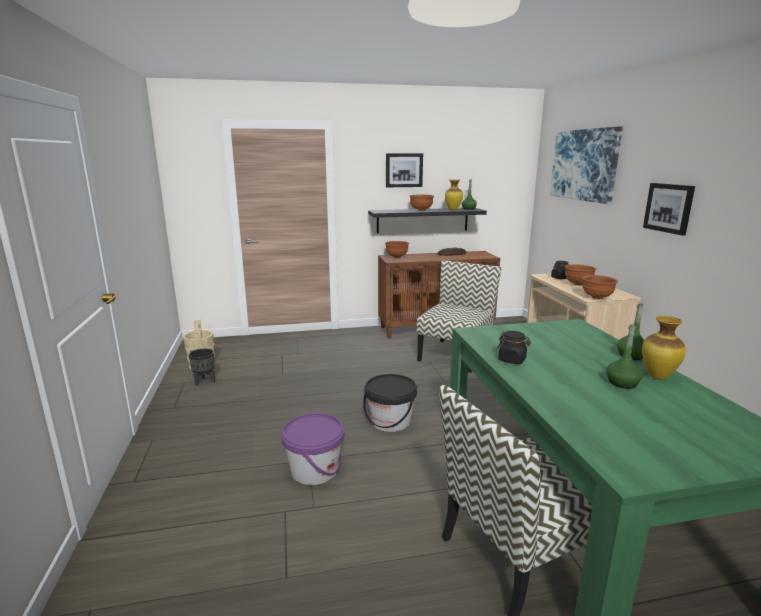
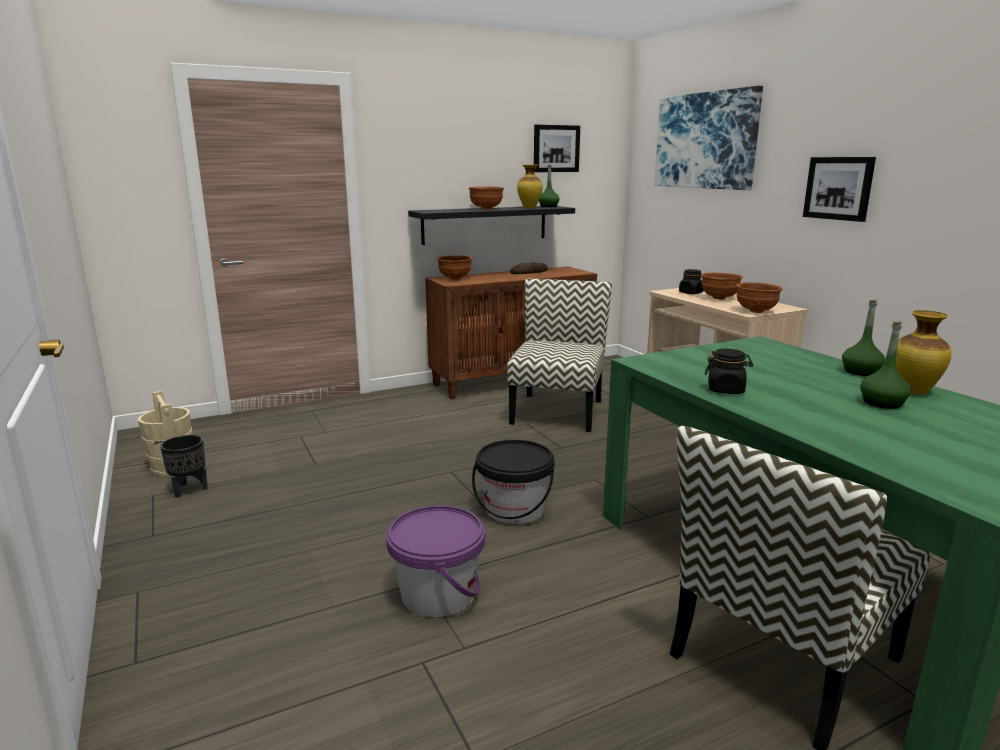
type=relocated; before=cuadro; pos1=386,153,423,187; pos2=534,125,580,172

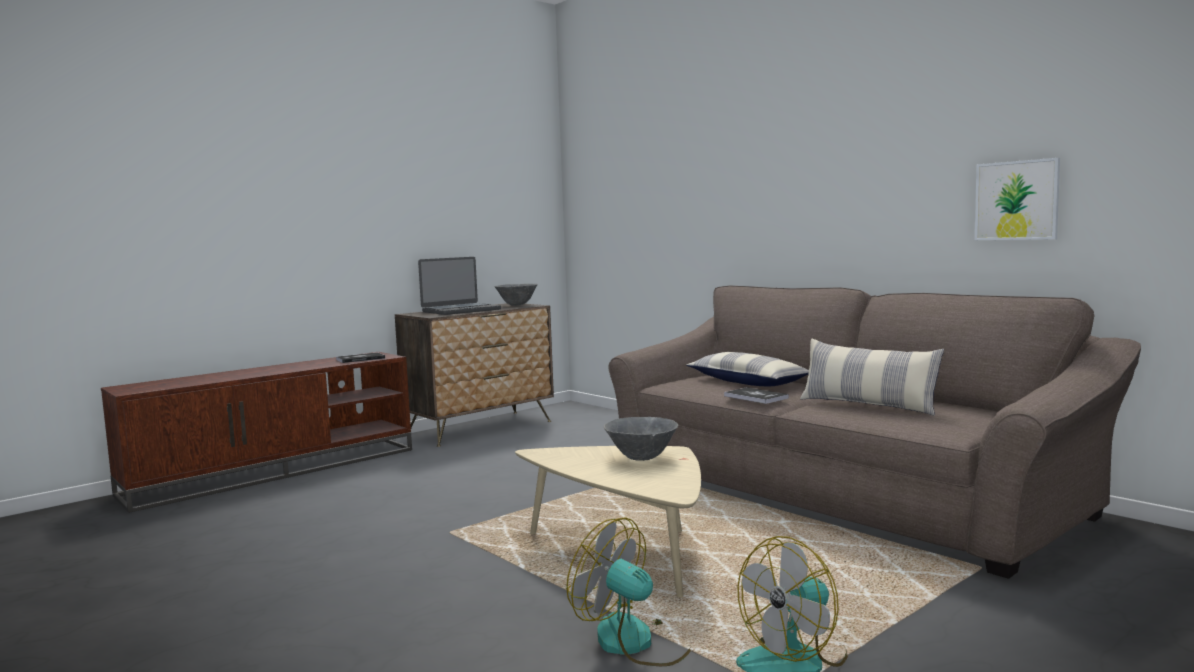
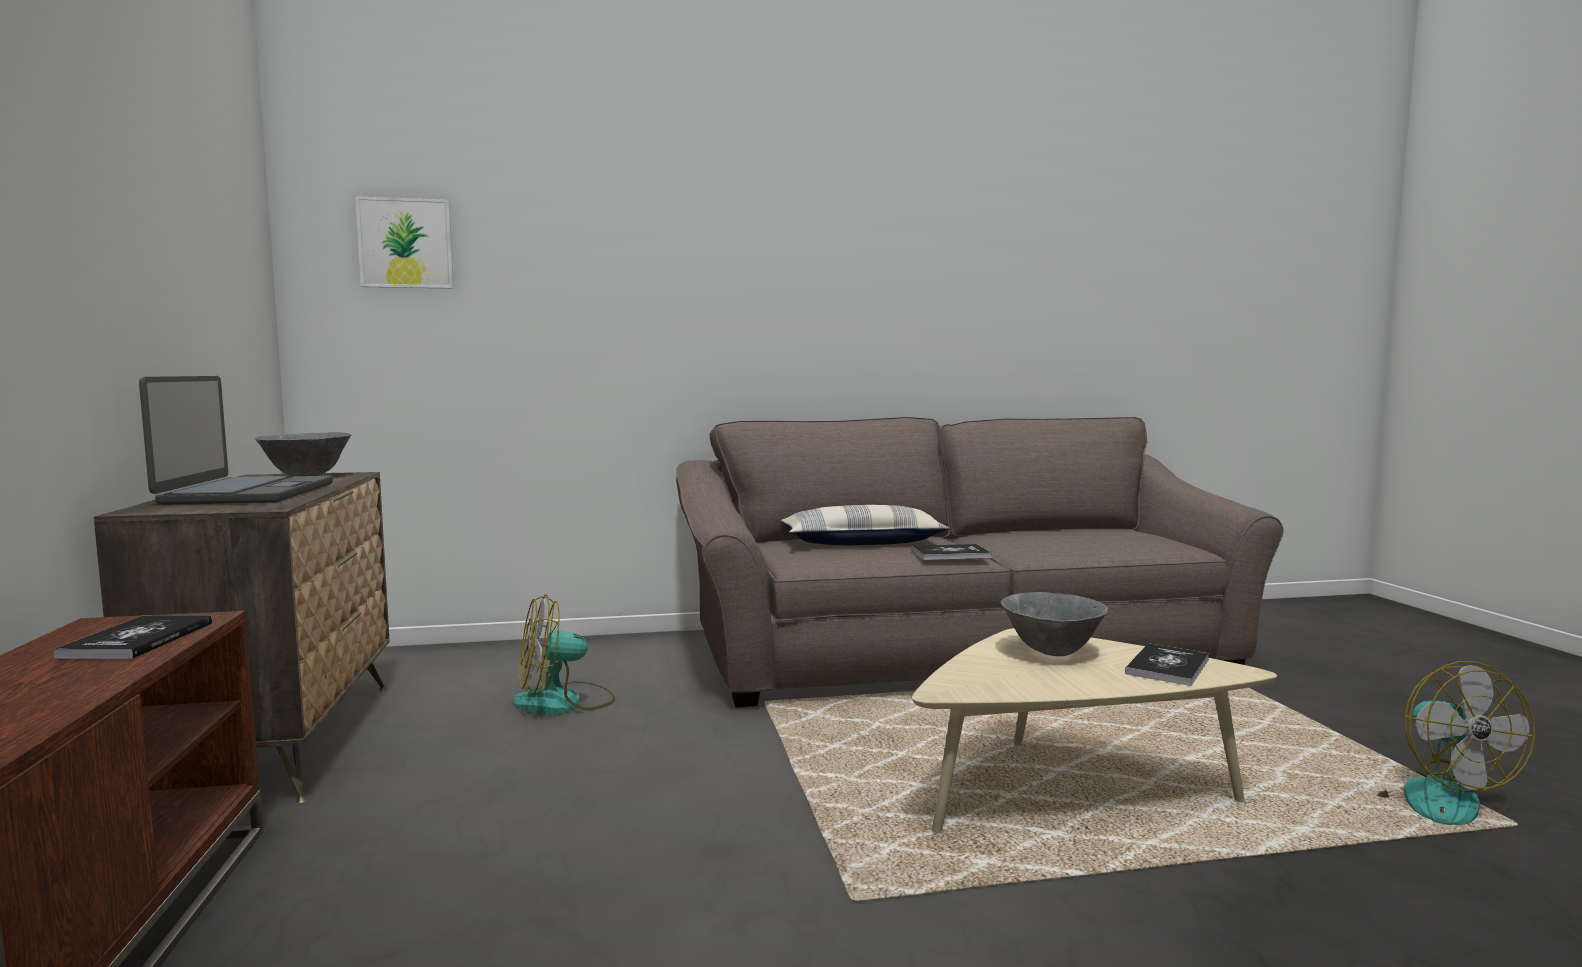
type=relocated; before=cuadro; pos1=975,158,1060,240; pos2=355,196,454,289
type=relocated; before=ventilador; pos1=566,517,691,666; pos2=513,595,616,715
type=appeared; after=libro; pos2=1125,643,1209,686
type=missing; before=cojín; pos1=800,338,944,416

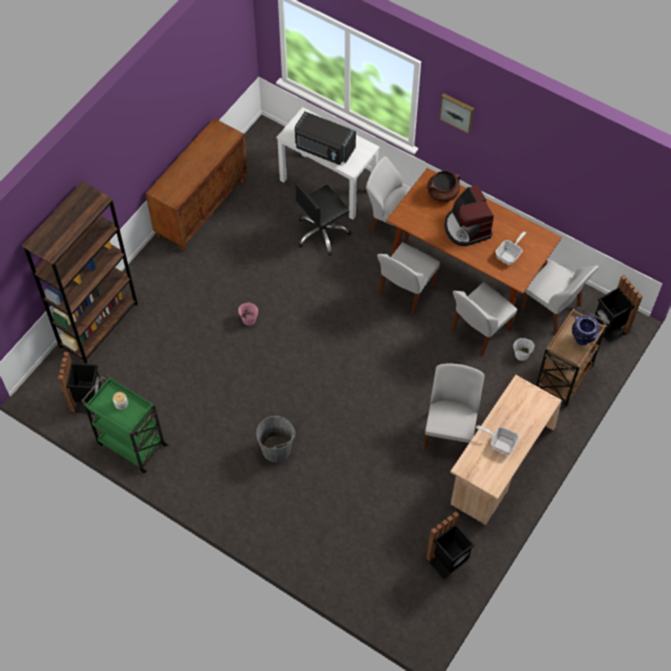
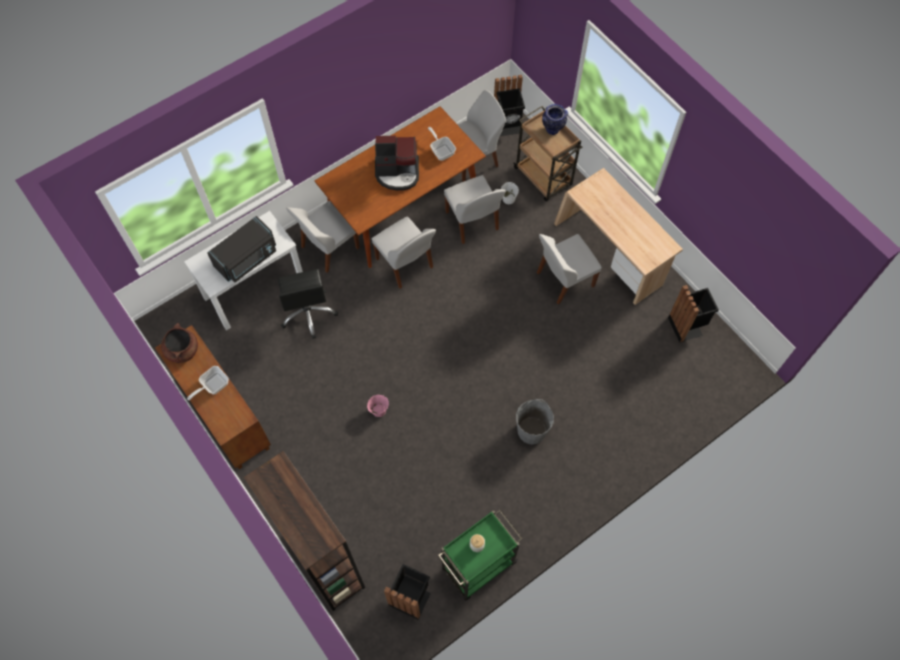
type=relocated; before=olla/marrón; pos1=427,171,460,202; pos2=161,323,198,363
type=relocated; before=sartén; pos1=476,425,519,454; pos2=187,366,229,400
type=spun; before=silla/blanco; pos1=424,363,485,450; pos2=537,234,602,304; turn=-60
type=missing; before=cuadro; pos1=439,93,474,134

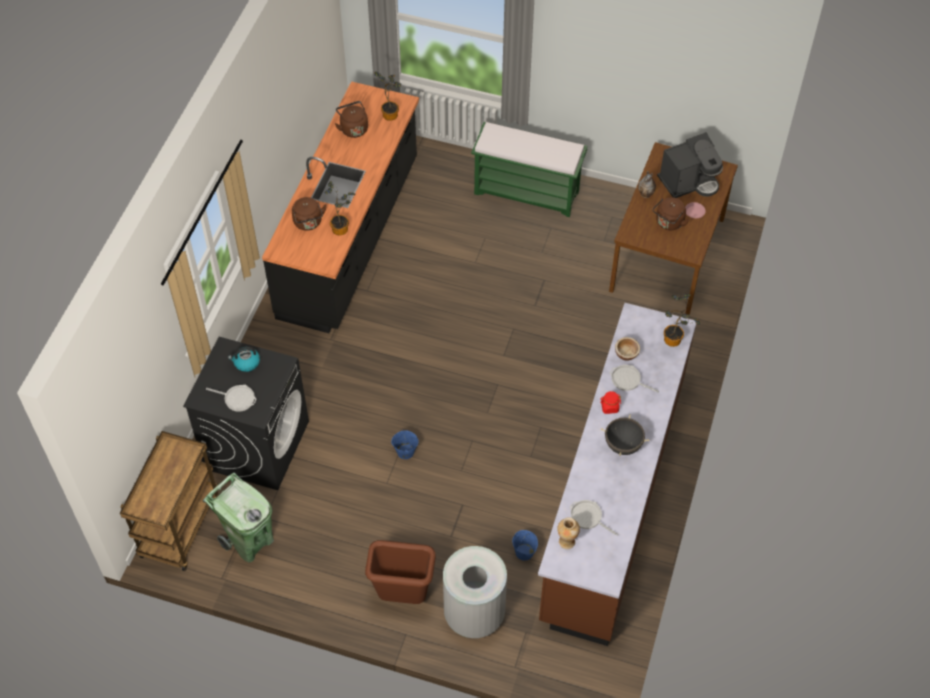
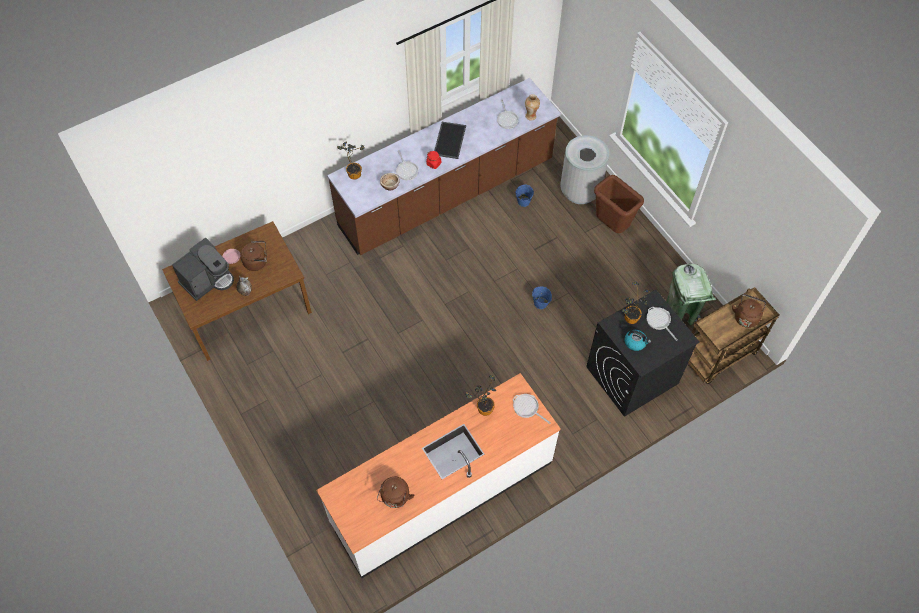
type=spun; before=cafetera; pos1=657,132,723,198; pos2=172,237,234,301; turn=120
type=colour; before=mueble bajo de cocina/negro; after=mueble bajo de cocina/blanco; pos1=262,81,419,333; pos2=316,373,561,578
type=exchanged; before=olla/negro; after=bandeja; pos1=601,414,649,456; pos2=434,122,466,159
type=appeared; after=sartén; pos2=513,394,551,424
type=relocated; before=planta en maceta; pos1=374,71,402,121; pos2=622,282,650,324
type=relocated; before=hervidor/marrón; pos1=292,197,327,231; pos2=732,294,766,328
type=missing; before=banco/verde; pos1=471,122,587,217

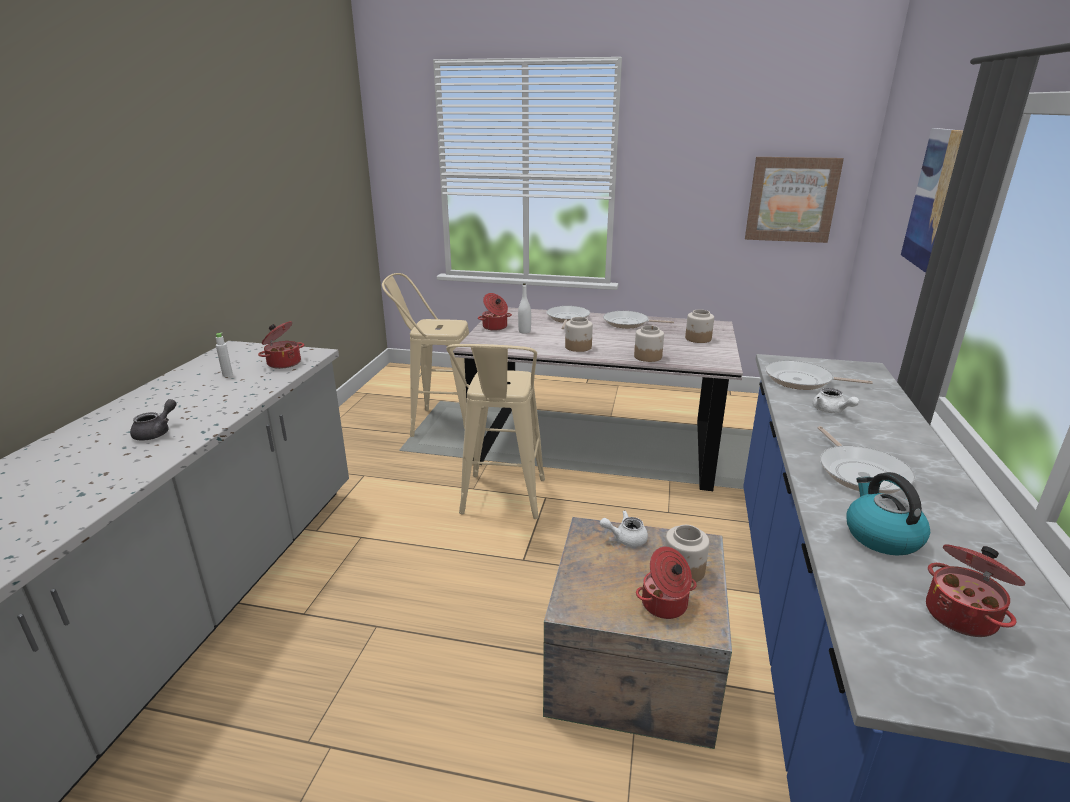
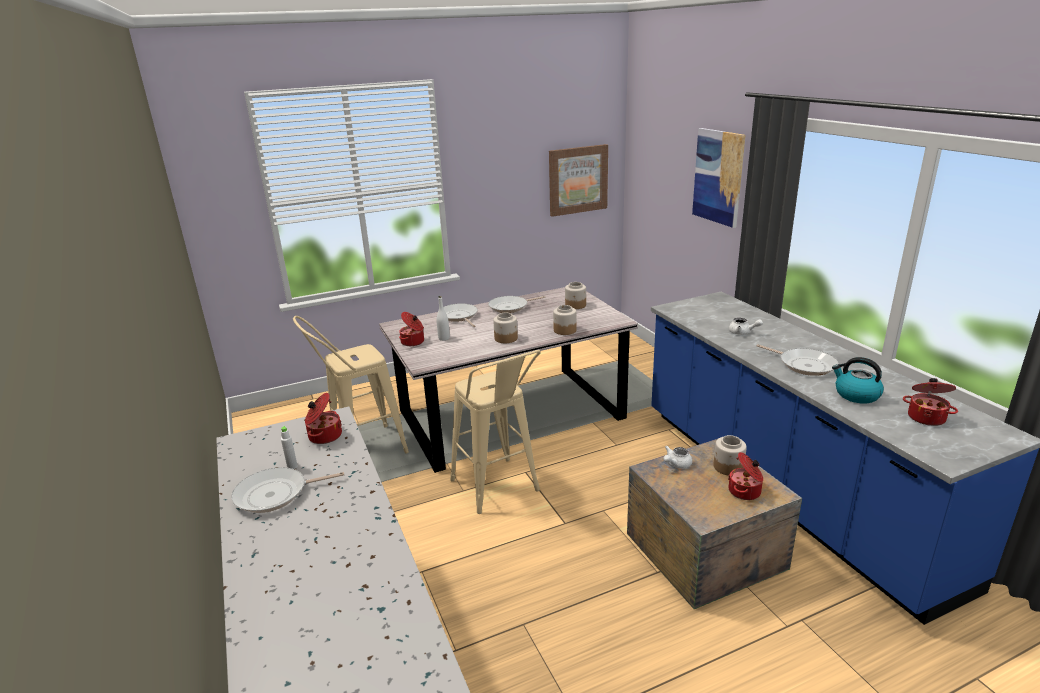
type=relocated; before=sartén; pos1=765,360,873,390; pos2=231,467,344,513
type=missing; before=tetera/gris; pos1=130,399,177,441

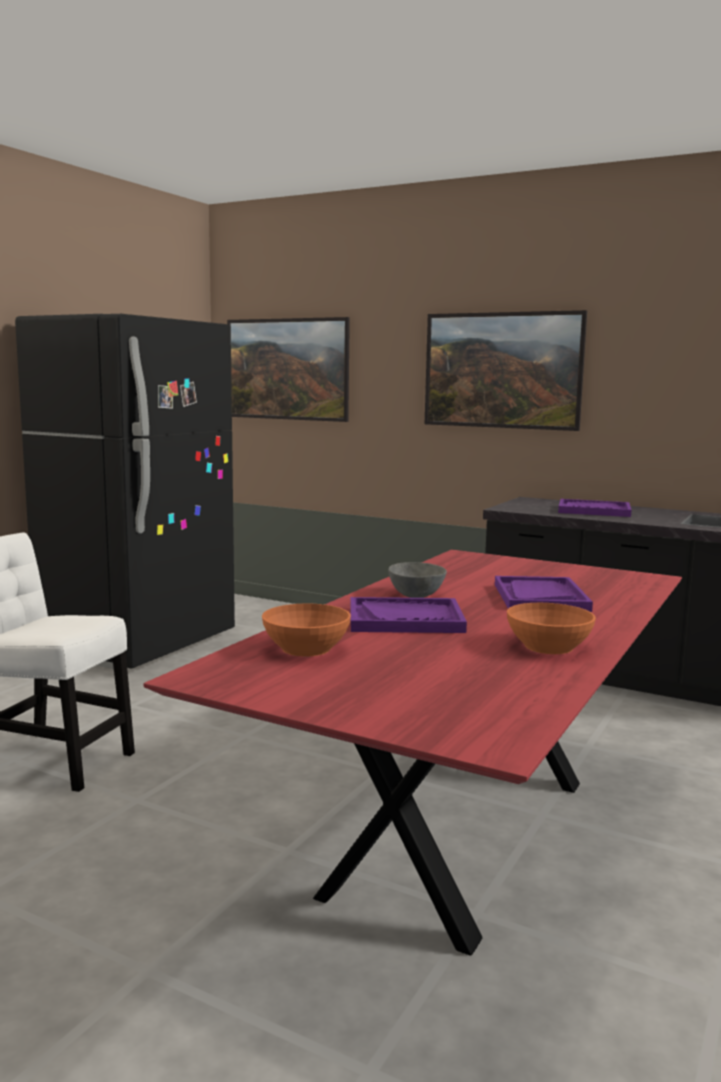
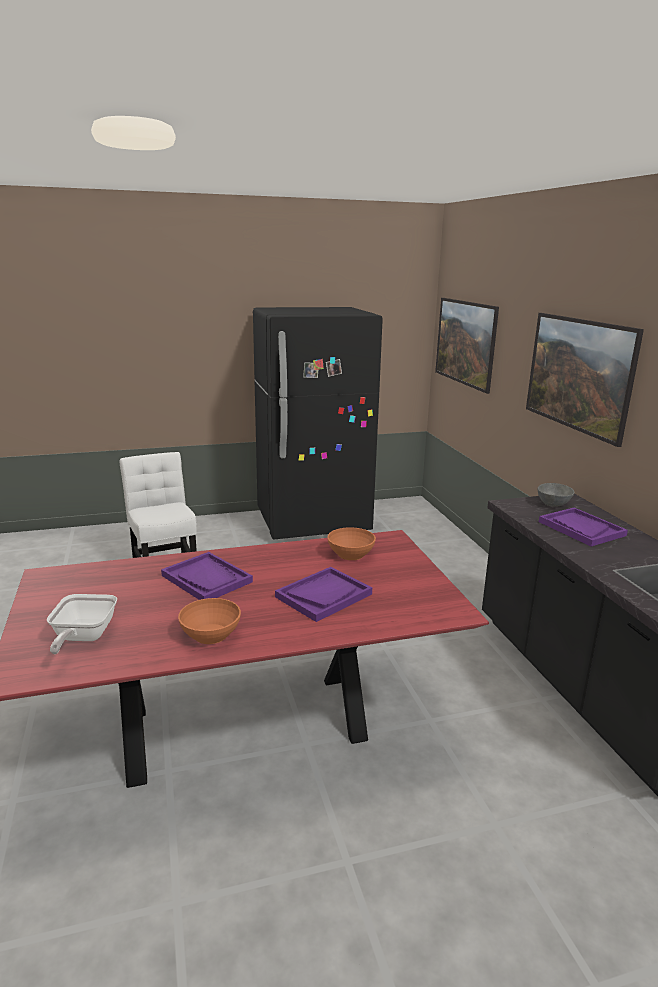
type=appeared; after=sartén; pos2=47,594,117,654
type=relocated; before=cuenco/naranja; pos1=262,604,351,656; pos2=327,527,376,560
type=relocated; before=cuenco/gris; pos1=388,562,447,598; pos2=538,483,574,507

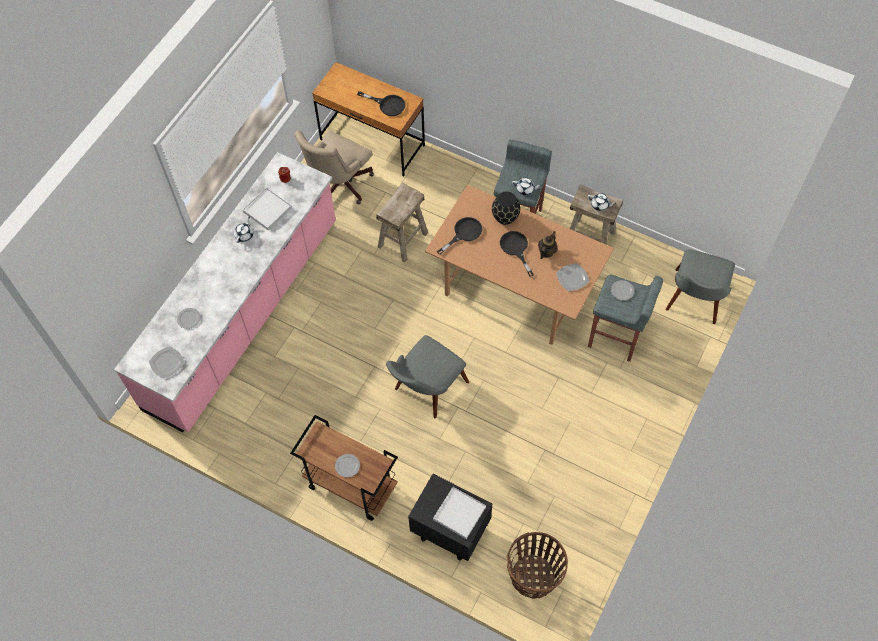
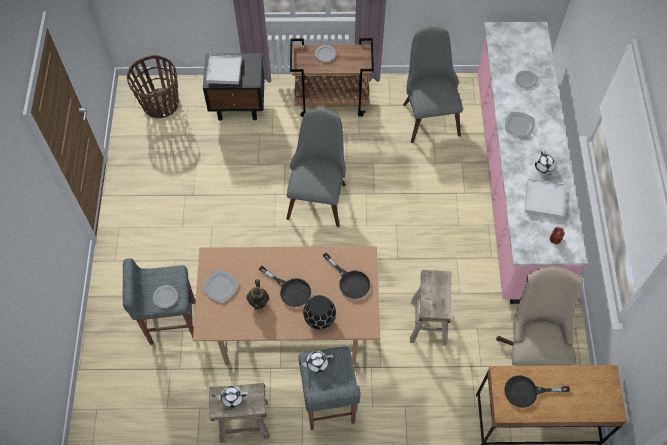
type=spun; before=sartén/negro; pos1=437,217,482,255; pos2=323,253,370,299; turn=-60
type=relocated; before=silla/gris; pos1=666,249,735,324; pos2=403,27,463,143
type=relocated; before=plato; pos1=149,346,184,379; pos2=505,112,535,137

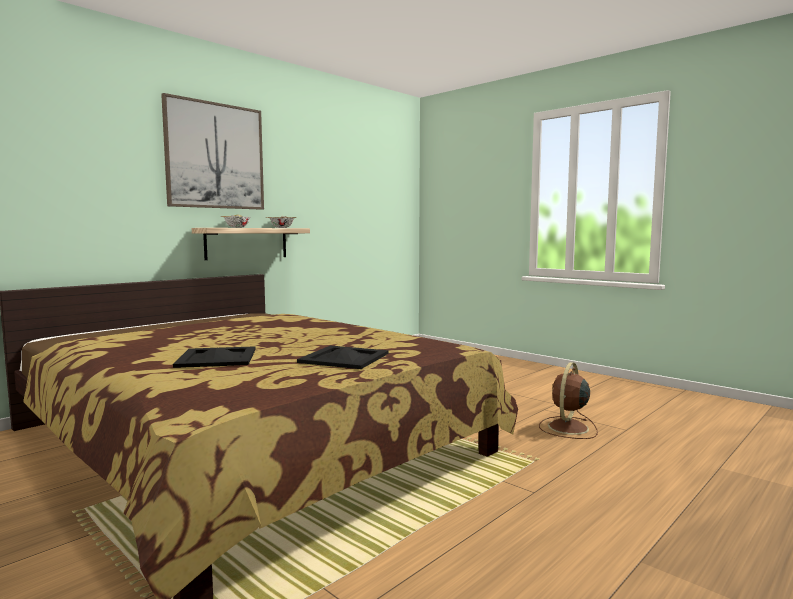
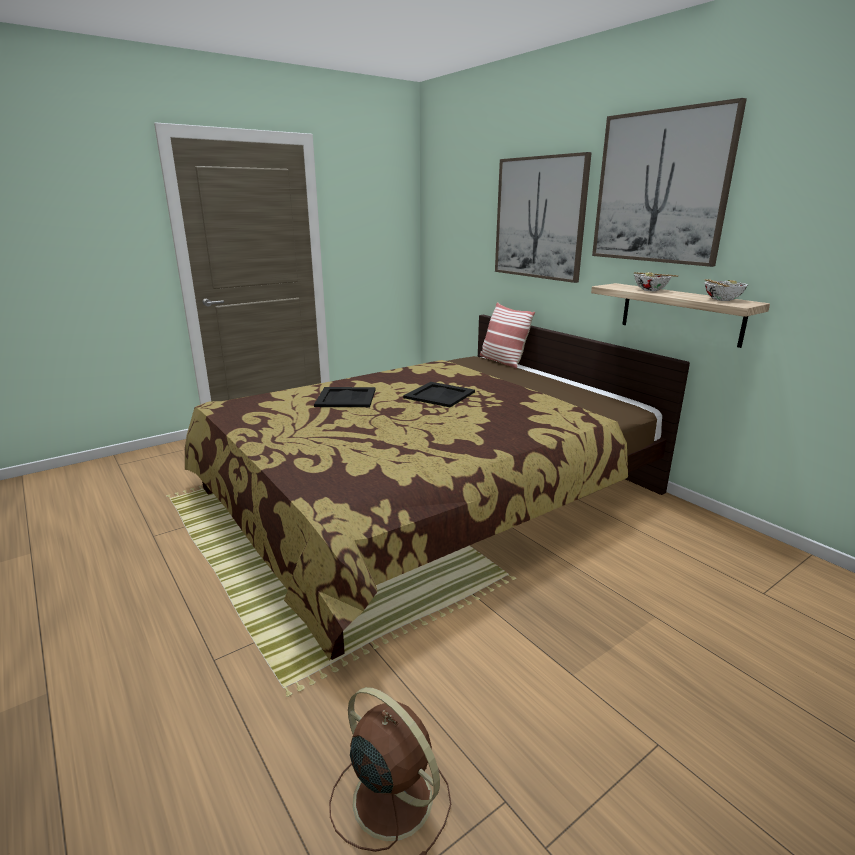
type=relocated; before=bandeja/negro; pos1=297,346,389,369; pos2=403,382,475,407
type=appeared; after=cojín; pos2=480,302,535,369
type=appeared; after=cuadro; pos2=495,152,592,283

